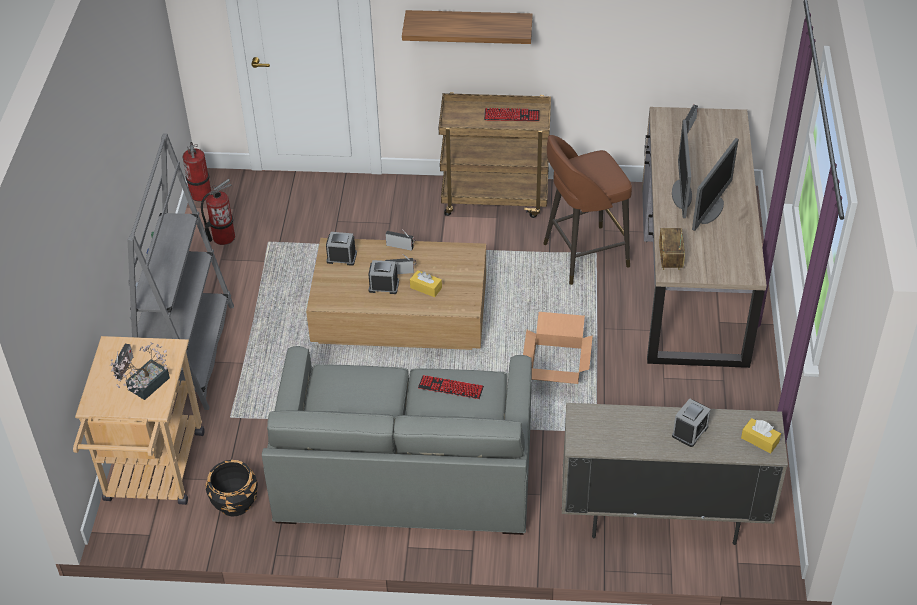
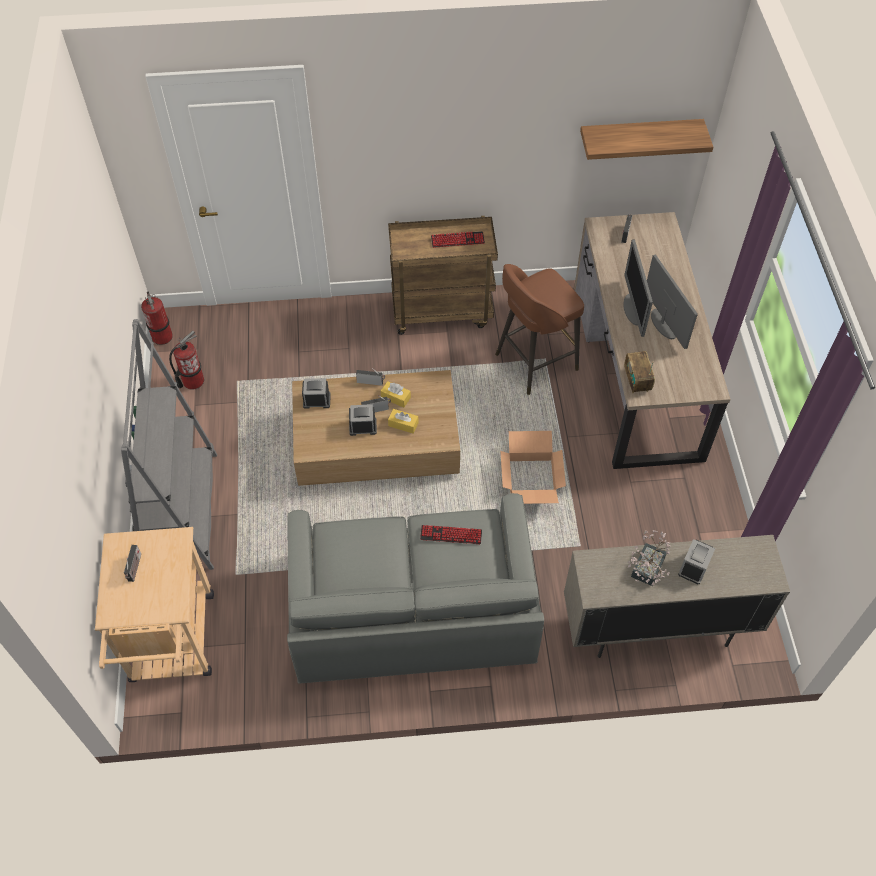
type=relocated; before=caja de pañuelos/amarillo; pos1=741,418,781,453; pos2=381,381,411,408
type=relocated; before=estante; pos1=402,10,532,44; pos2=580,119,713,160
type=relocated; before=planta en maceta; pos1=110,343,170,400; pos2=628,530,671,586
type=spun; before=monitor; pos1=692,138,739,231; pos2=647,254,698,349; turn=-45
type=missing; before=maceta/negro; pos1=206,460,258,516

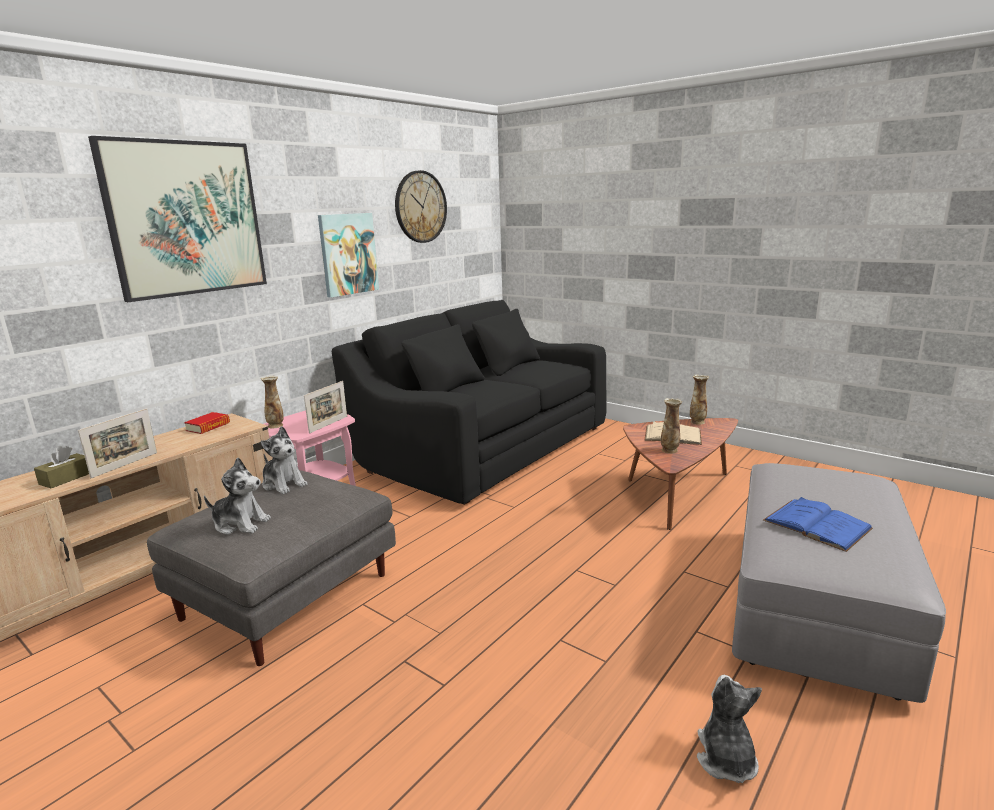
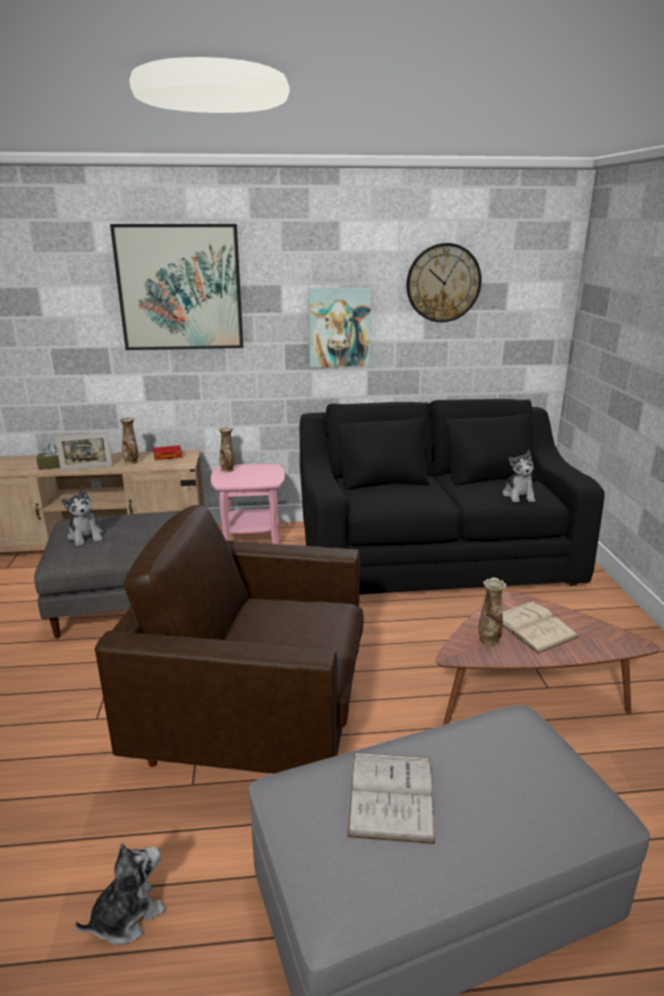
type=appeared; after=sillón/marrón; pos2=95,505,364,774
type=relocated; before=florero; pos1=690,375,709,425; pos2=119,417,138,465
type=colour; before=libro/azul; after=libro/blanco; pos1=763,497,873,552; pos2=348,752,435,844
type=relocated; before=peluche; pos1=260,426,307,494; pos2=503,450,535,502
type=missing; before=portarretratos; pos1=304,381,347,434

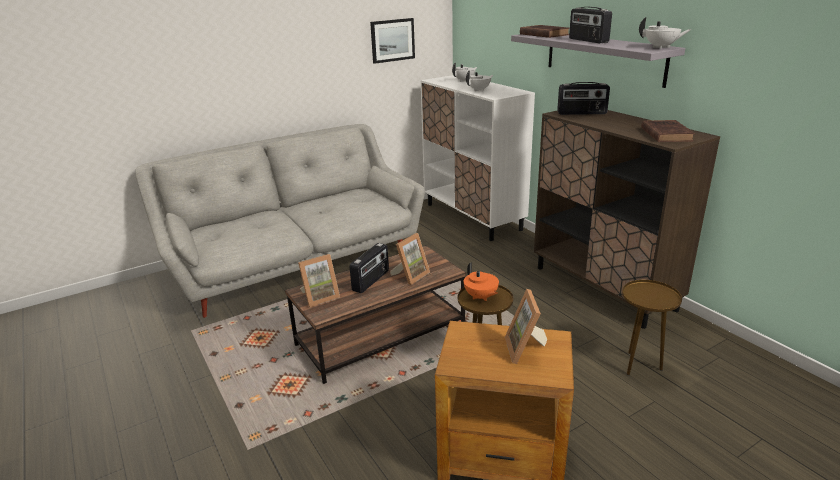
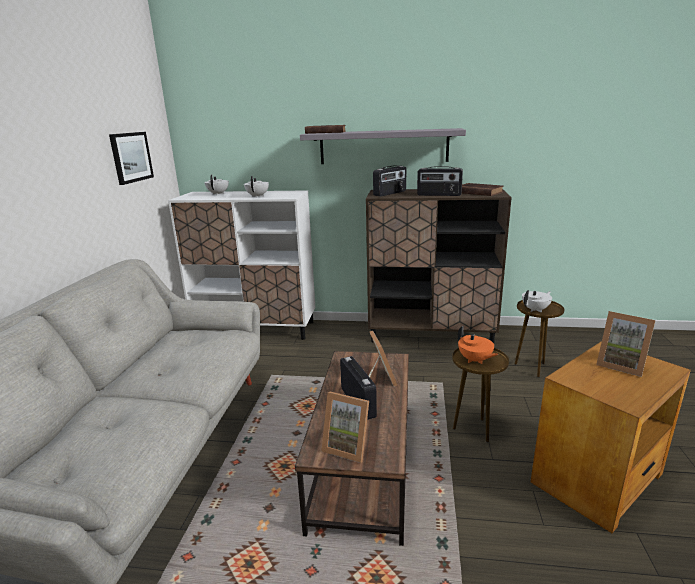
type=spun; before=portarretratos; pos1=298,254,340,307; pos2=321,391,369,463; turn=105
type=relocated; before=radio; pos1=569,7,612,43; pos2=417,167,463,196
type=spun; before=tetera/naranja; pos1=464,262,499,301; pos2=458,326,498,364; turn=45
type=relocated; before=tetera/blanco; pos1=639,17,692,49; pos2=522,290,552,312

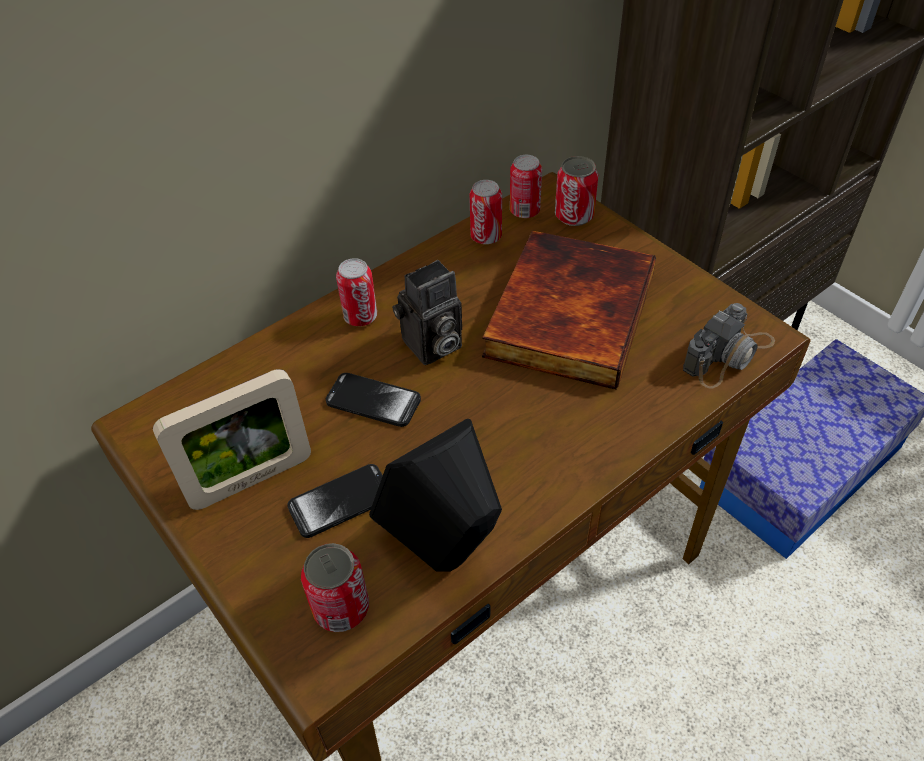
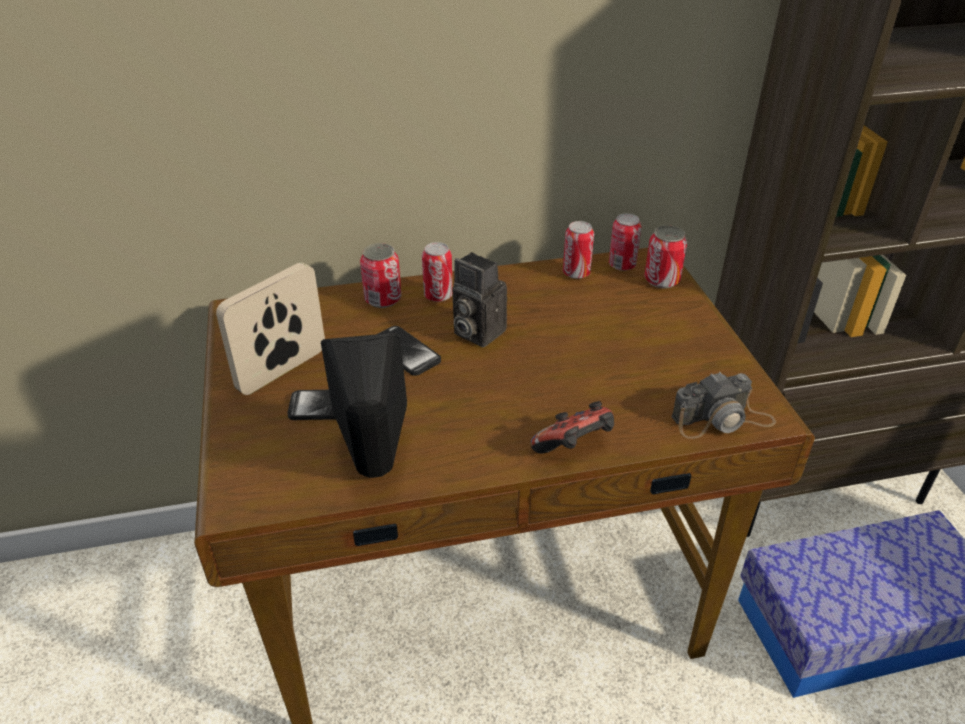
type=spun; before=portarretratos; pos1=153,369,311,510; pos2=216,262,325,395; turn=135
type=relocated; before=lata; pos1=301,543,369,632; pos2=360,243,401,308
type=spun; before=cámara; pos1=392,260,462,365; pos2=452,252,507,347; turn=45
type=appeared; after=mando de consola; pos2=531,401,614,454
type=missing; before=libro; pos1=482,231,656,390

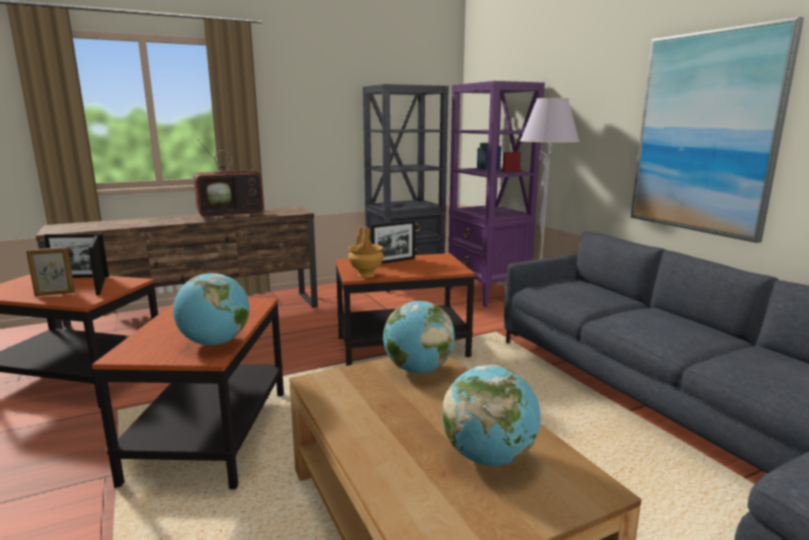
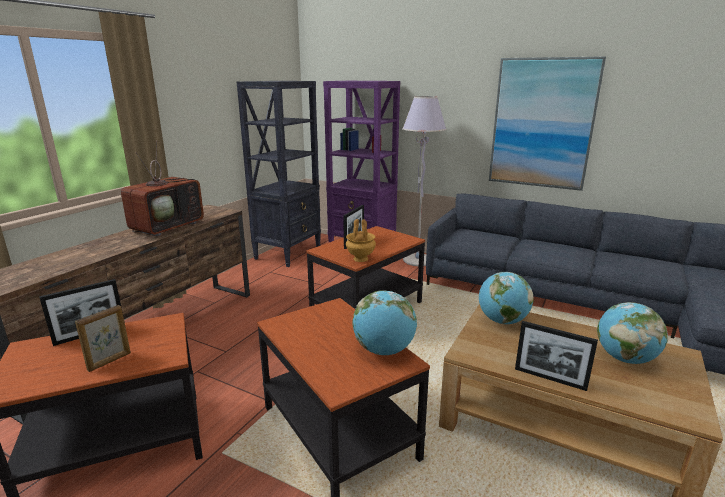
type=relocated; before=portarretratos; pos1=88,236,105,295; pos2=515,321,598,391

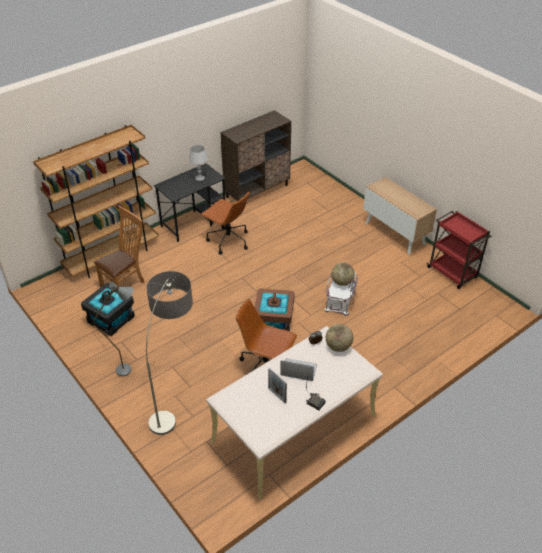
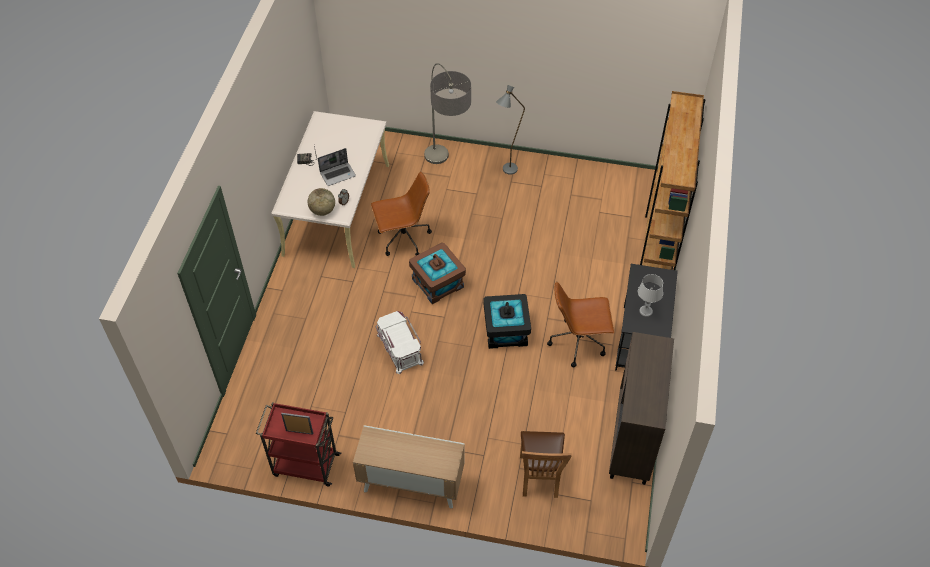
type=relocated; before=portarretratos; pos1=268,368,287,403; pos2=281,413,313,435
type=relocated; before=caja de almacenaje/negro; pos1=81,283,135,336; pos2=483,294,531,349
type=relocated; before=silla/marrón; pos1=94,206,144,287; pos2=520,431,572,498
type=missing; before=globo terráqueo; pos1=331,263,355,286

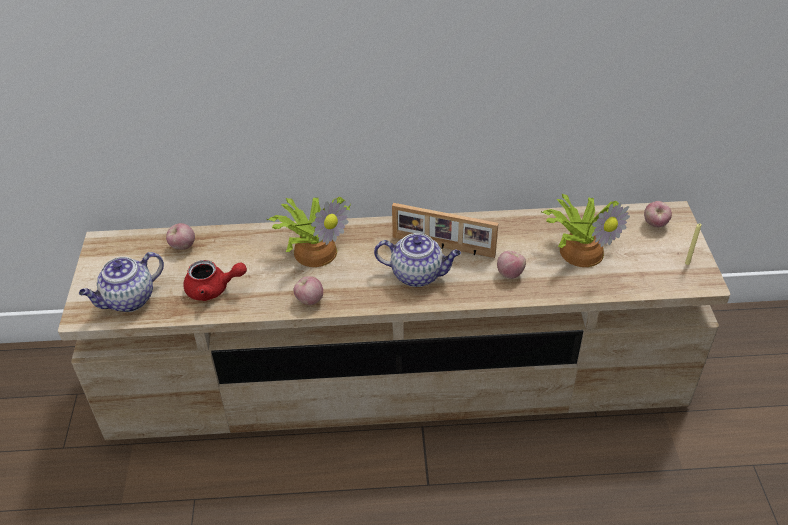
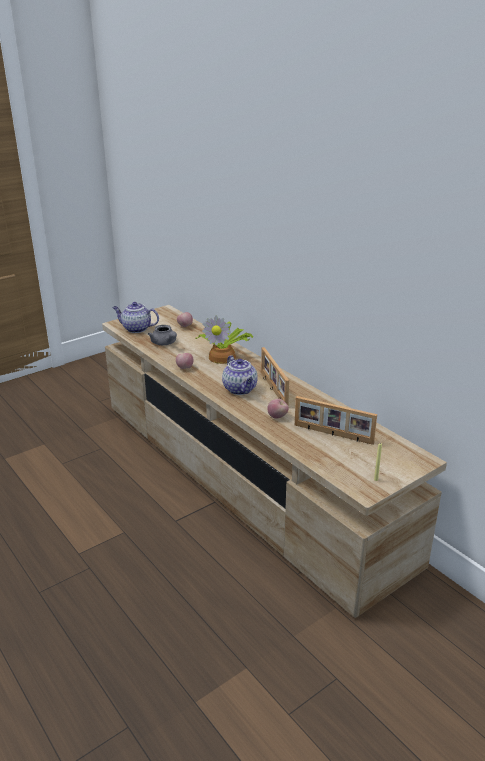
type=colour; before=tetera/rojo; after=tetera/gris; pos1=183,260,247,301; pos2=148,325,177,345
type=exchanged; before=planta en maceta; after=portarretratos; pos1=541,194,630,267; pos2=295,396,377,445
type=missing; before=manzana; pos1=644,201,672,228

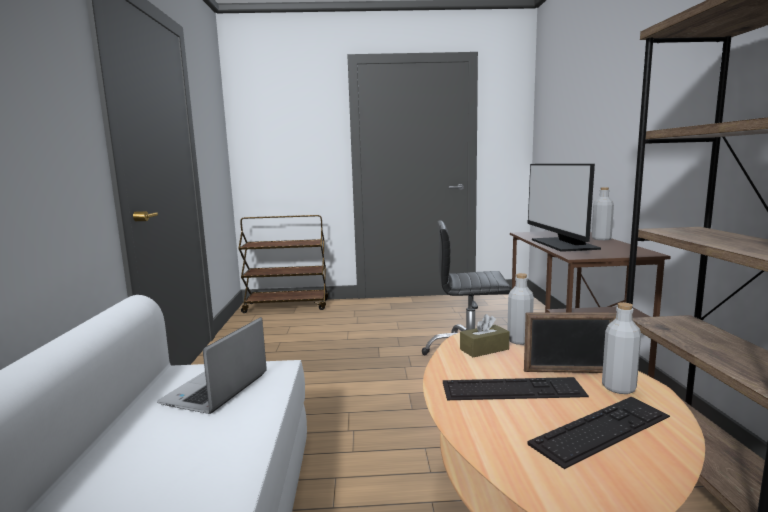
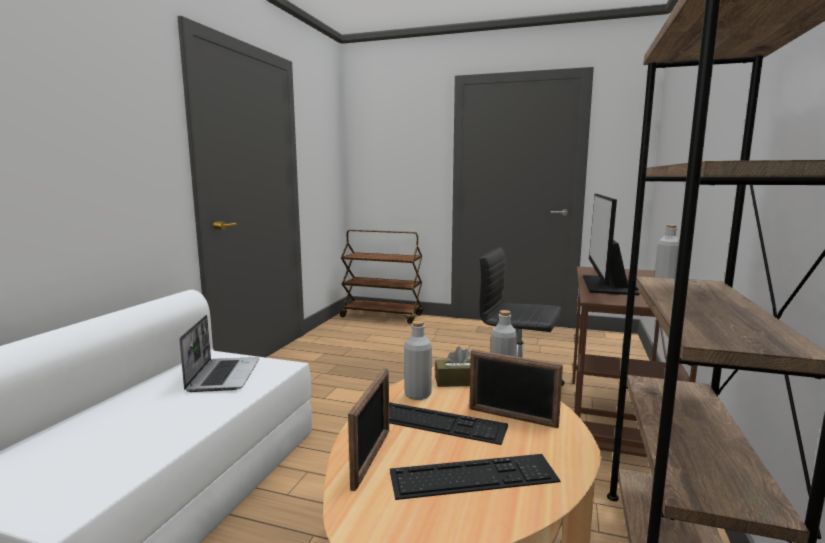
type=spun; before=portátil; pos1=157,317,267,414; pos2=180,315,259,392; turn=135
type=appeared; after=portarretratos; pos2=348,368,389,491
type=relocated; before=botella/gris; pos1=602,302,641,394; pos2=404,320,432,400

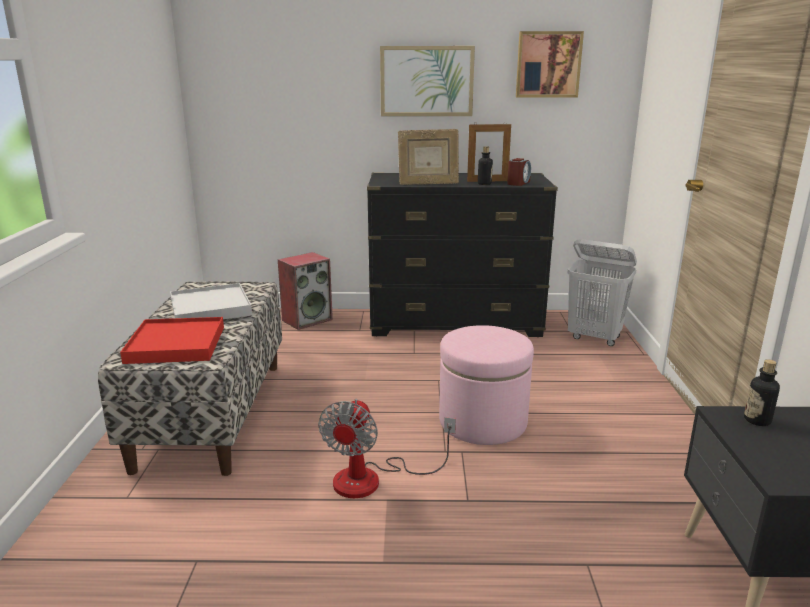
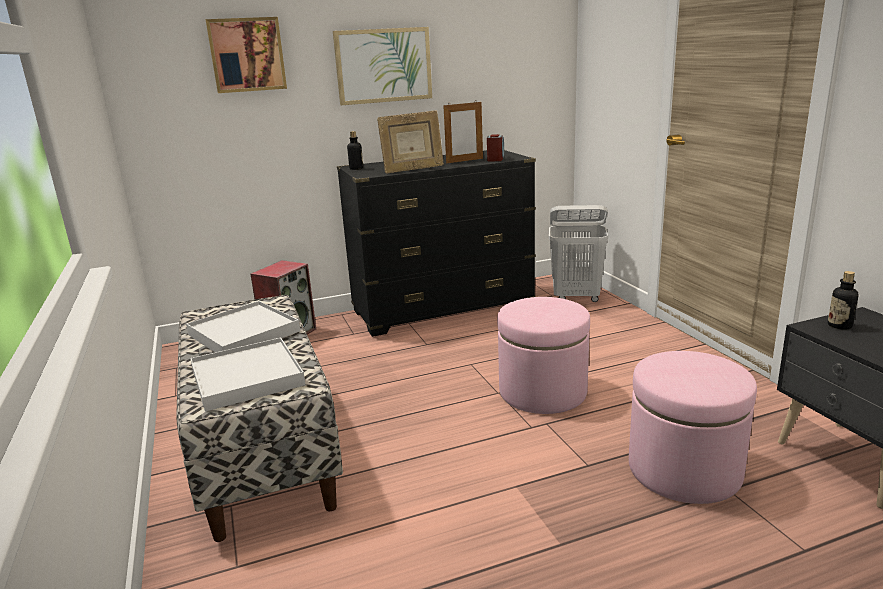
type=colour; before=bandeja/rojo; after=bandeja/blanco; pos1=120,317,224,364; pos2=190,338,305,412
type=relocated; before=cuadro; pos1=516,31,584,97; pos2=206,17,287,93
type=relocated; before=botella; pos1=478,146,493,185; pos2=347,131,363,170
type=appeared; after=puf/rosa; pos2=629,351,757,504
type=missing; before=ventilador; pos1=318,398,456,498

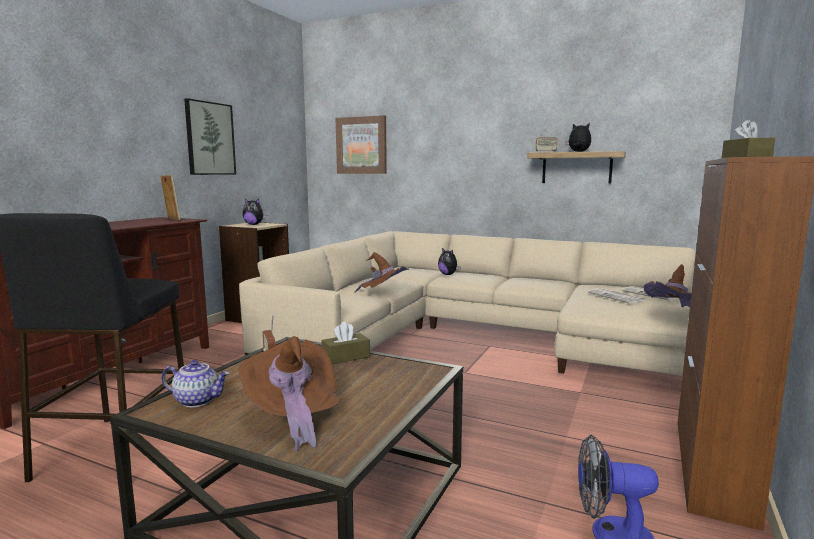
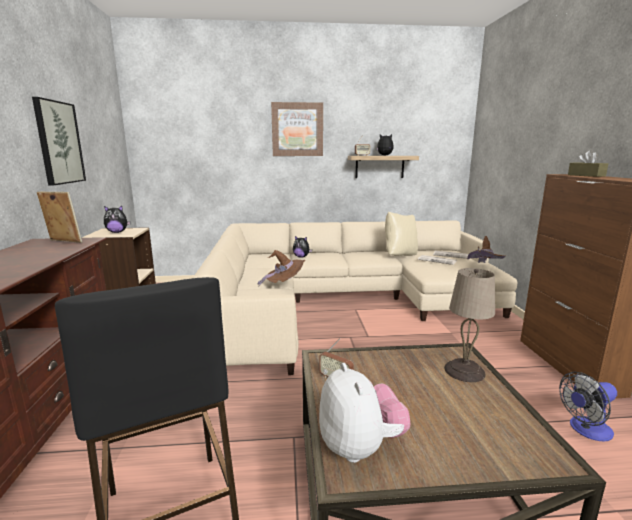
type=relocated; before=cuadro; pos1=336,115,387,174; pos2=271,102,323,156
type=exchanged; before=tetera; after=peluche; pos1=161,360,229,407; pos2=319,363,410,463
type=appeared; after=cojín/beis; pos2=385,211,418,256
type=appeared; after=lámpara de mesa/beis; pos2=444,268,495,382
type=missing; before=sombrero/marrón; pos1=238,336,342,452
type=missing; before=caja de pañuelos/marrón; pos1=322,321,370,364

